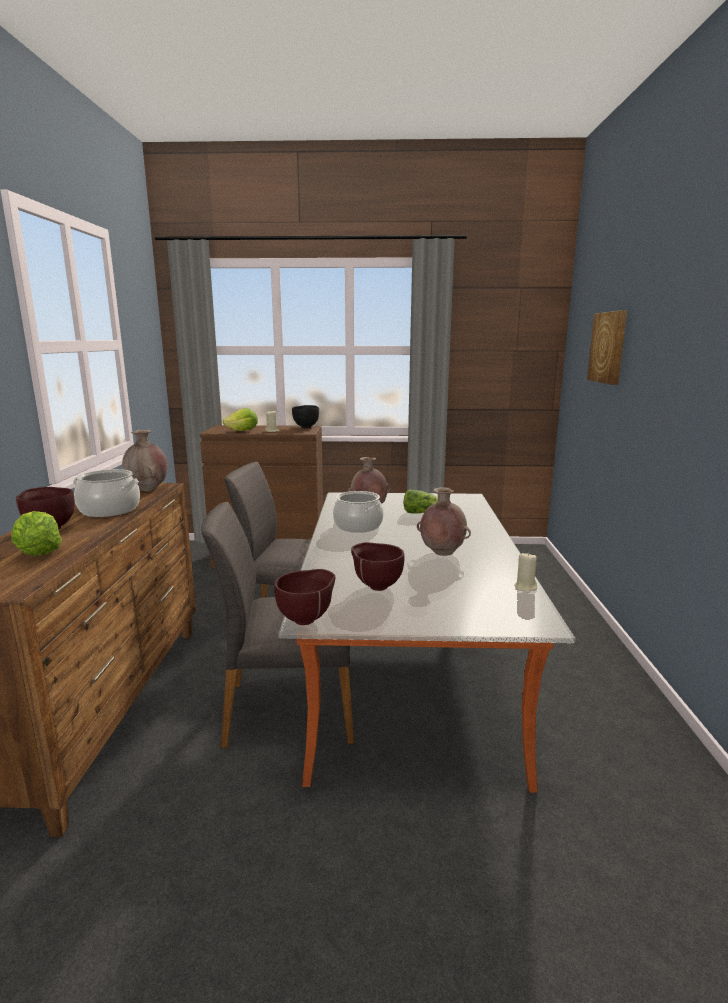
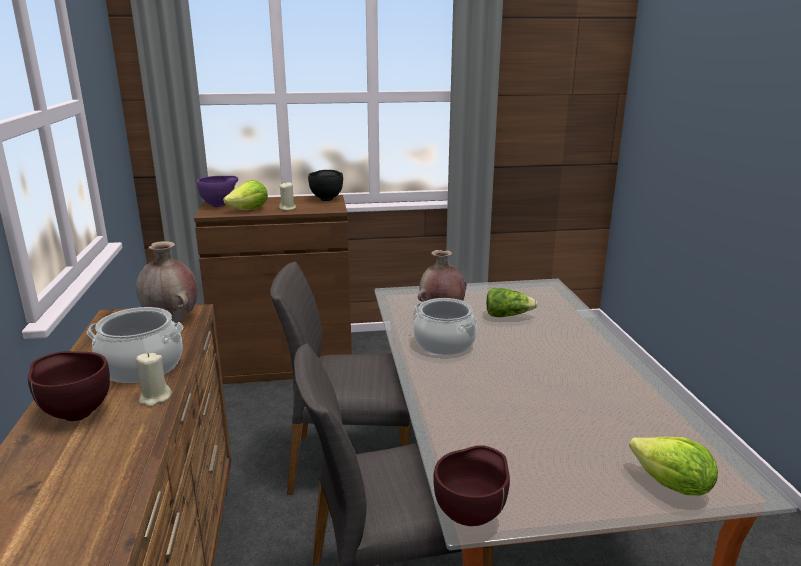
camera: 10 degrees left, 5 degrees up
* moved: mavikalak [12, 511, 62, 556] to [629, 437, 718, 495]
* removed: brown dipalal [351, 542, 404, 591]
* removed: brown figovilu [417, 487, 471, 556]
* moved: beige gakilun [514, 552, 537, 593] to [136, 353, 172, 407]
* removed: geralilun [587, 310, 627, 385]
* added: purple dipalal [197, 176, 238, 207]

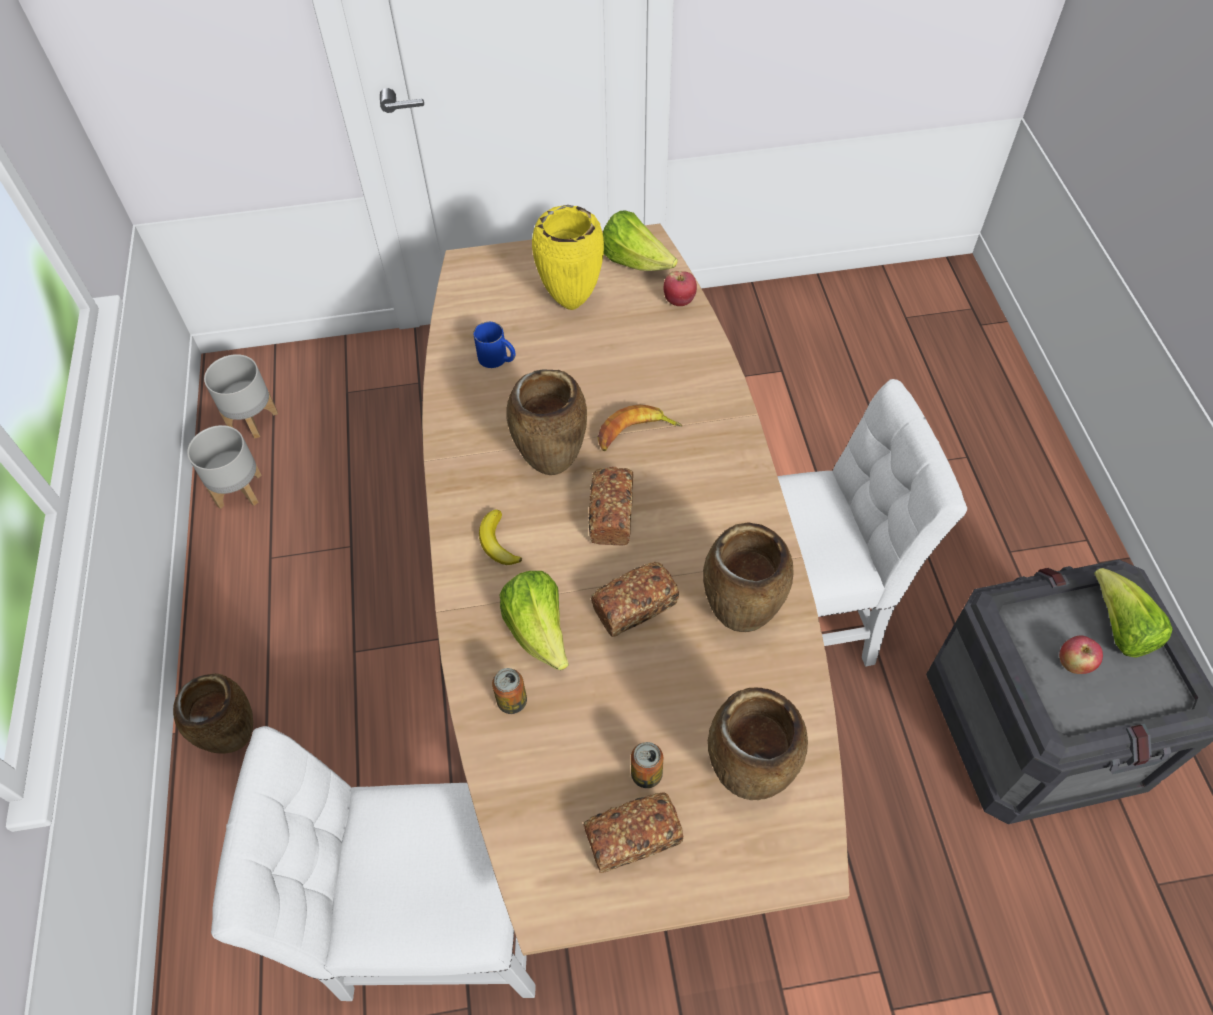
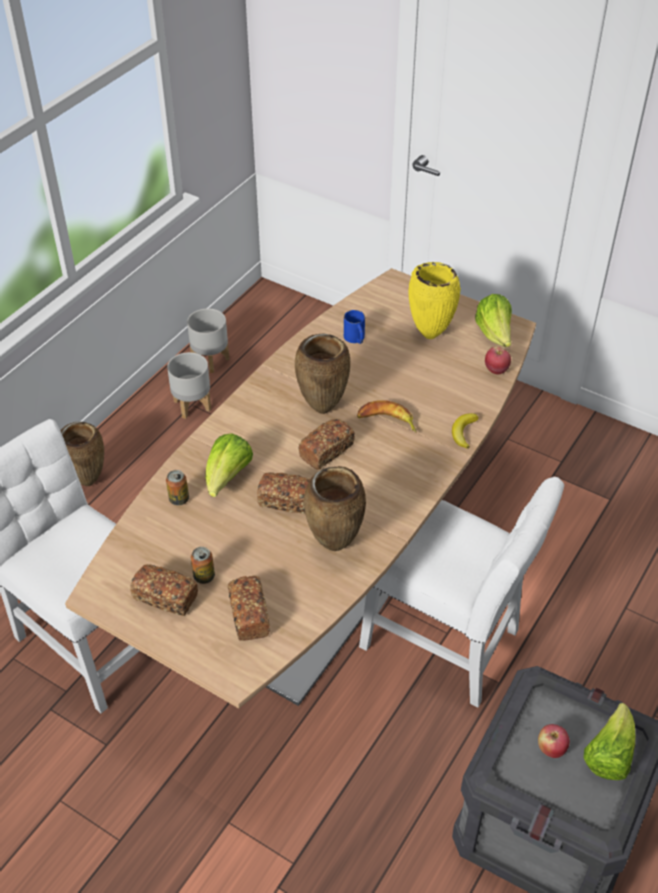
camera: 40 degrees right, 10 degrees down
* moved: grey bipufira [204, 354, 278, 439] to [167, 352, 211, 419]
* moved: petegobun [479, 509, 522, 565] to [452, 413, 479, 449]
* replaced: brown figovilu [708, 687, 808, 800] to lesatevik [228, 575, 270, 641]

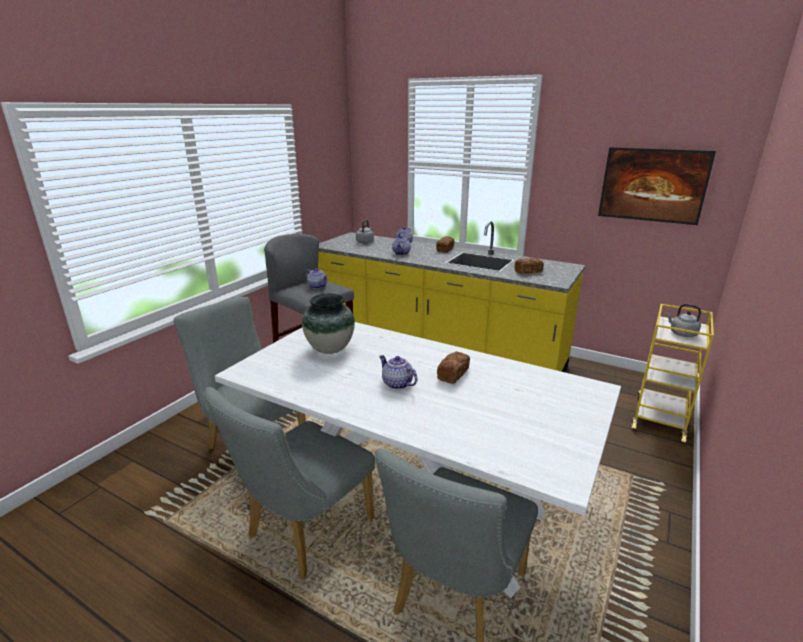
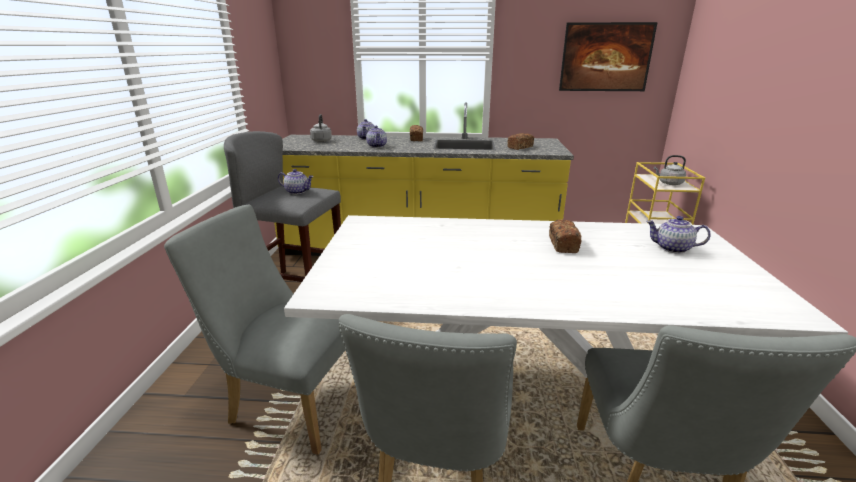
camera: 25 degrees left, 0 degrees up
* removed: figovilu [302, 293, 355, 354]
* moved: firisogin [379, 355, 417, 389] to [646, 216, 711, 254]

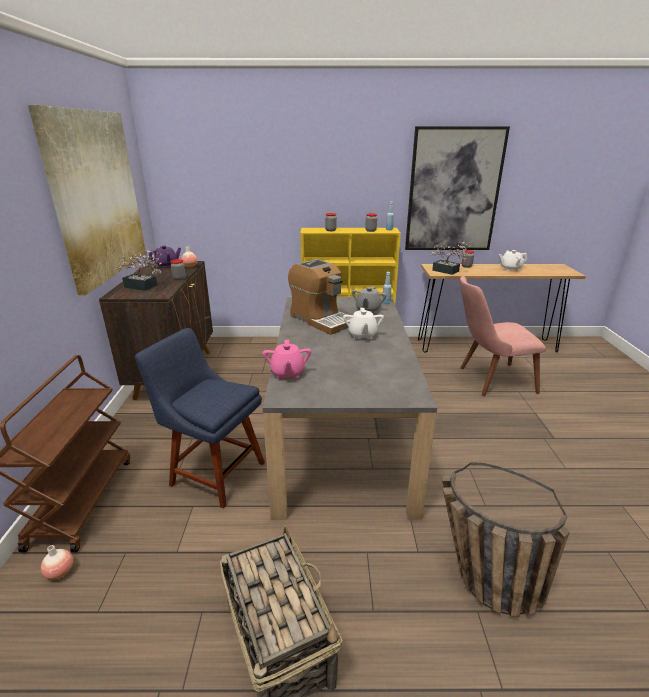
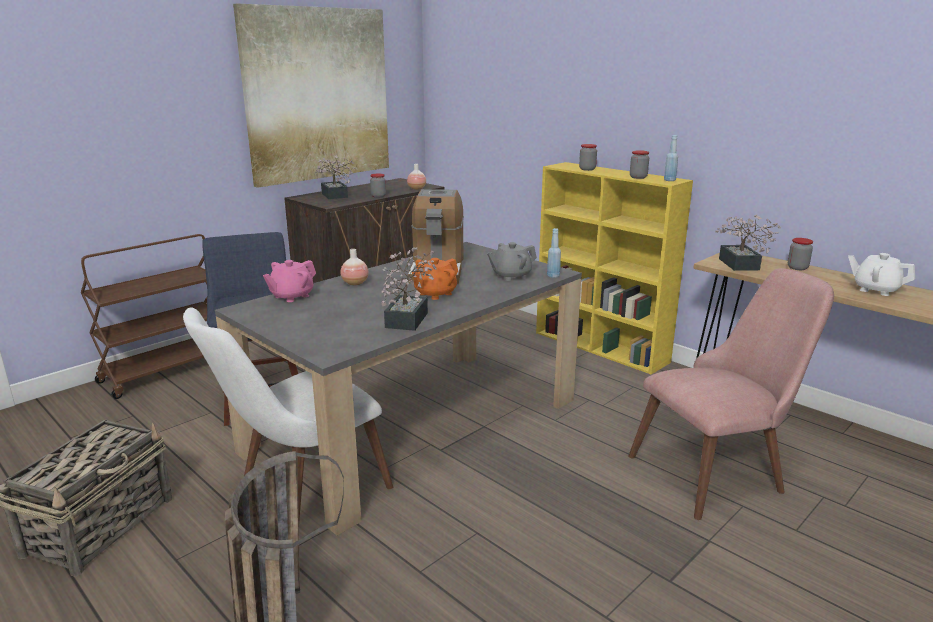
camera: 45 degrees right, 5 degrees down
* moved: figovilu [41, 545, 73, 580] to [341, 249, 369, 286]
* removed: purple firisogin [149, 246, 181, 268]
* recoloured: white firisogin [343, 308, 384, 339] to orange firisogin [412, 258, 458, 300]
* removed: geralilun [405, 126, 510, 250]
* turned: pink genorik [460, 276, 546, 396] = [628, 268, 834, 520] 120 degrees clockwise
* added: white genorik [183, 308, 393, 519]
* added: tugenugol [381, 247, 436, 331]

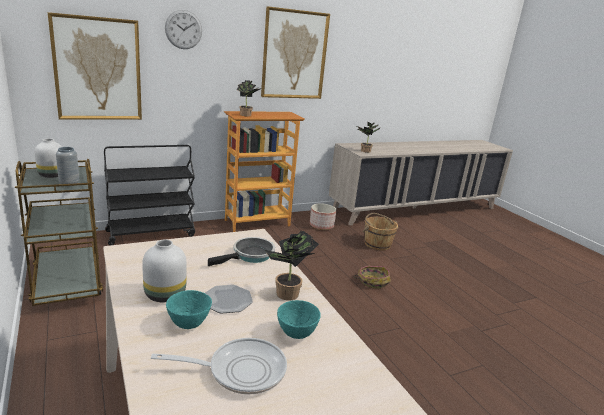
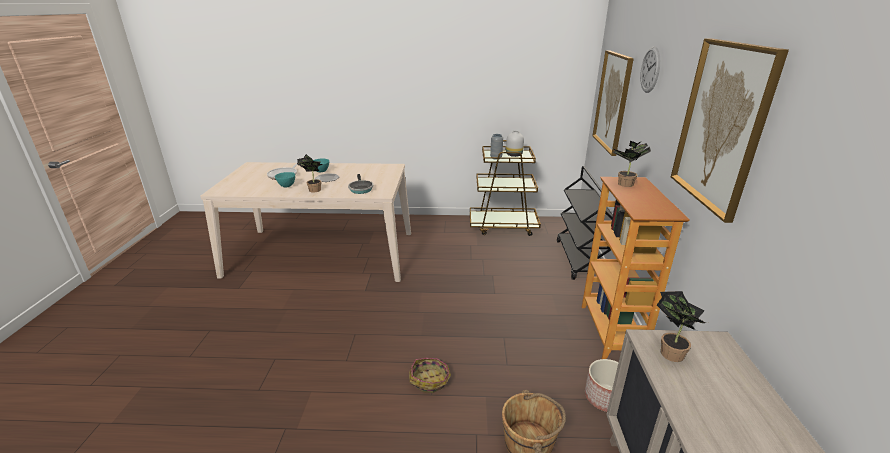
camera: 120 degrees right, 5 degrees up
* removed: white figovilu [142, 239, 187, 302]

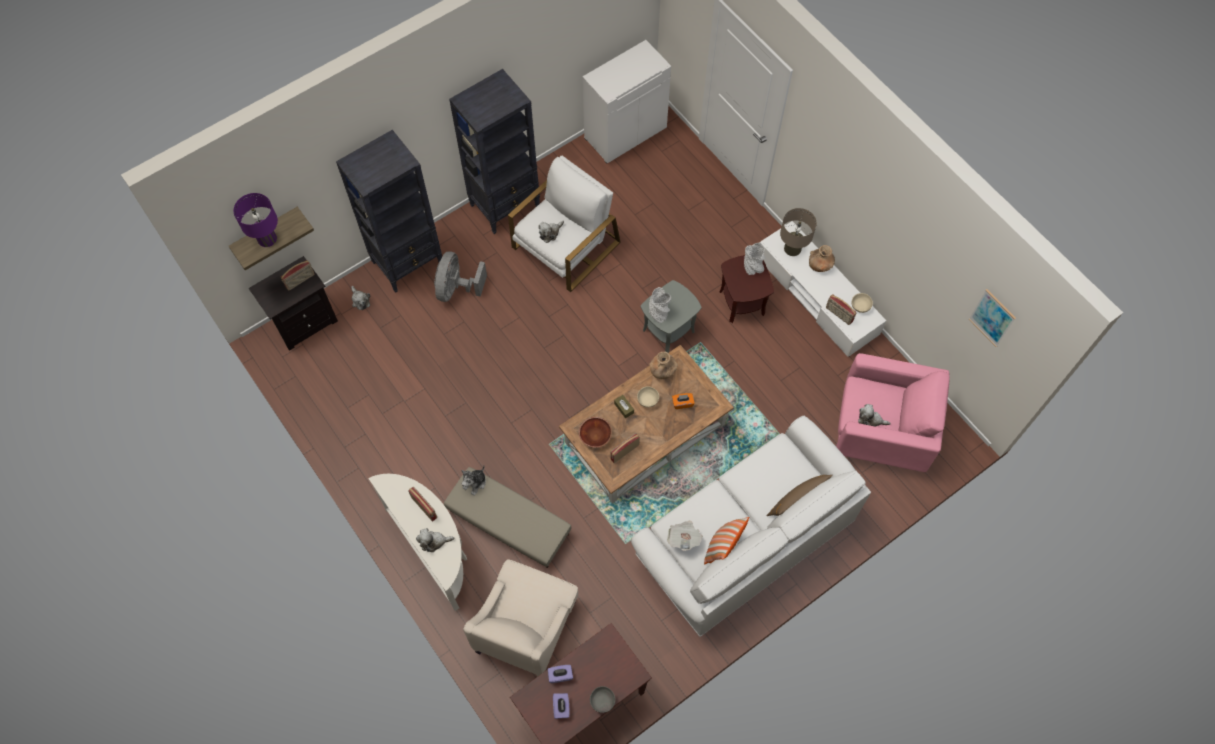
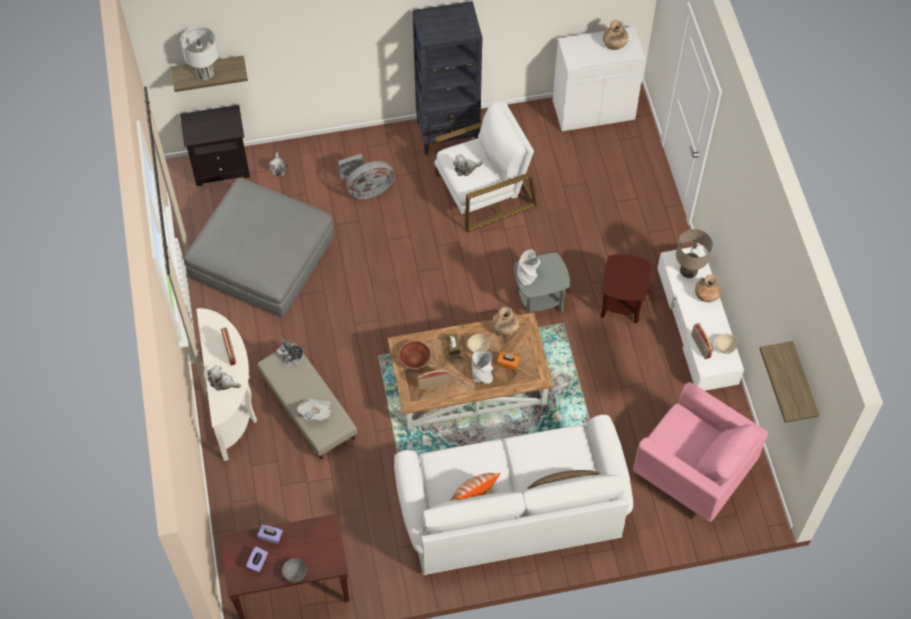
camera: 25 degrees right, 5 degrees down
* recoloured: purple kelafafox [233, 193, 278, 247] to white kelafafox [181, 26, 218, 80]
* removed: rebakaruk [281, 260, 315, 291]
* removed: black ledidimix [336, 130, 442, 293]
* turned: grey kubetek [434, 251, 487, 302] = [338, 154, 394, 199] 150 degrees counterclockwise
* removed: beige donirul [463, 559, 578, 676]
* moved: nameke [667, 520, 703, 551] to [297, 398, 331, 421]
* moved: grey figovilu [744, 243, 766, 275] to [472, 351, 494, 384]
* removed: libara [858, 404, 891, 427]
* replaced: geralilun [969, 289, 1016, 347] to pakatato [760, 341, 819, 423]
* added: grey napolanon [184, 178, 334, 317]
* added: brown figovilu [603, 20, 628, 50]

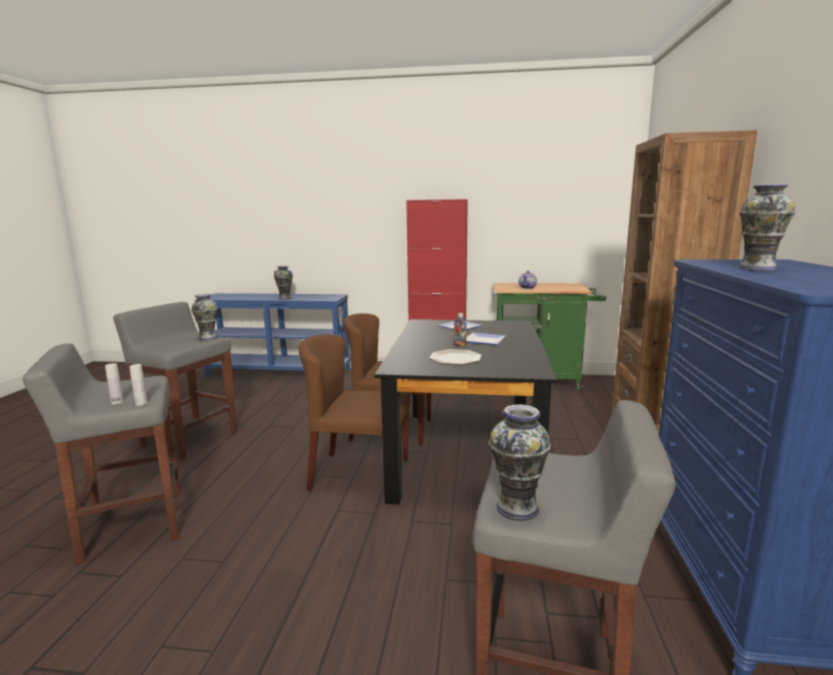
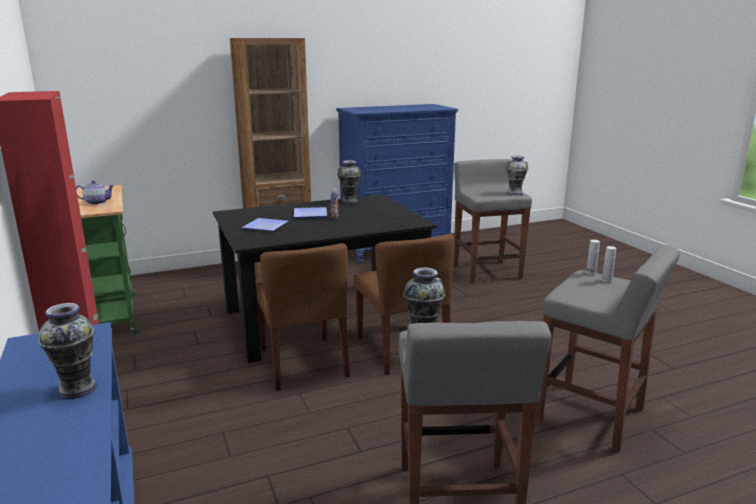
camera: 120 degrees left, 5 degrees up
* removed: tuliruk [429, 349, 482, 365]
* moved: figovilu [739, 184, 795, 271] to [337, 160, 361, 204]

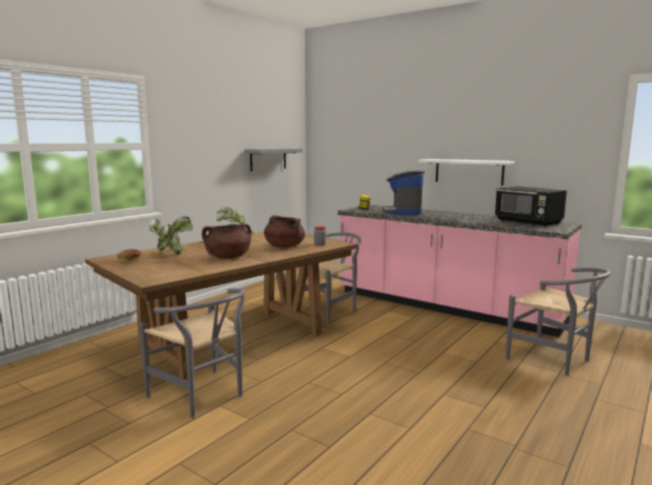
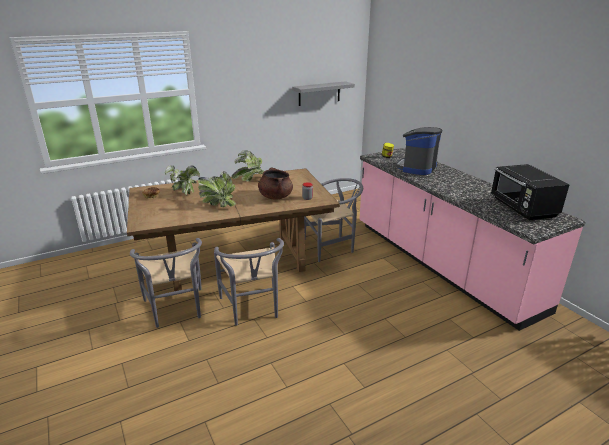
camera: 25 degrees right, 15 degrees up
* replaced: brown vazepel [202, 224, 251, 259] to tugenugol [198, 171, 236, 207]
* removed: white pakatato [418, 159, 514, 185]
* moved: grey genorik [506, 268, 611, 375] to [214, 238, 284, 326]

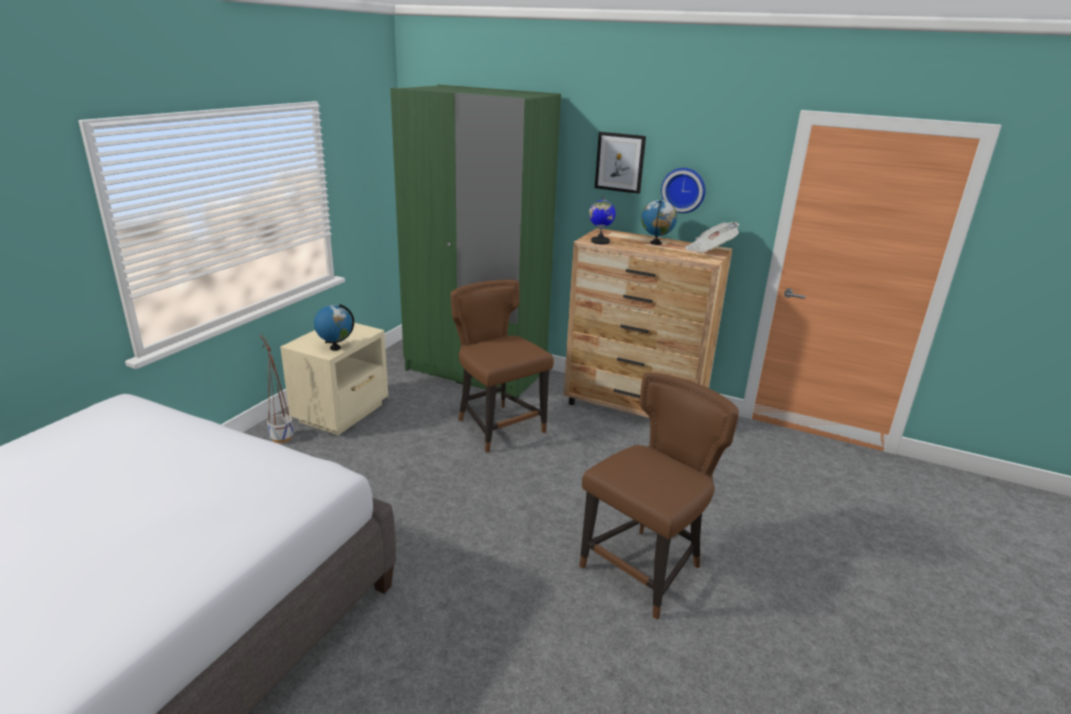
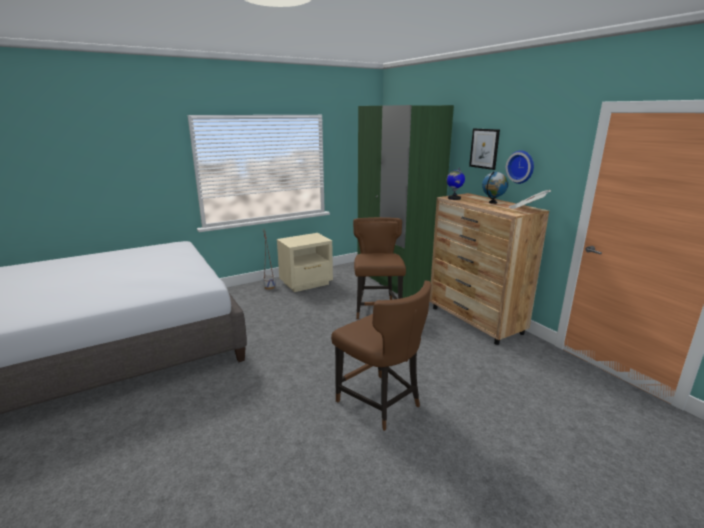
camera: 35 degrees right, 5 degrees down
* removed: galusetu [314, 304, 354, 351]
* turned: brown genorik [579, 373, 739, 619] = [331, 281, 431, 431] 60 degrees clockwise

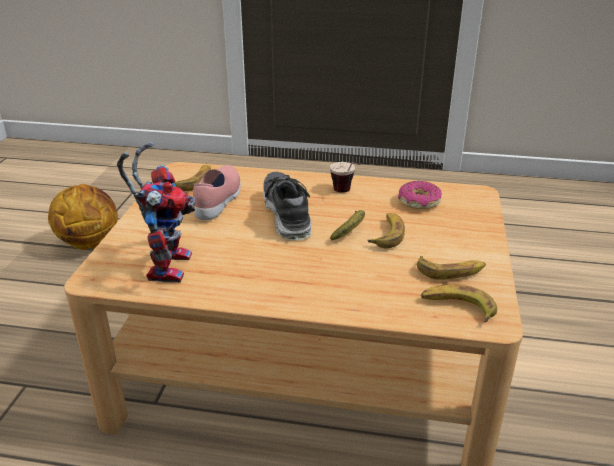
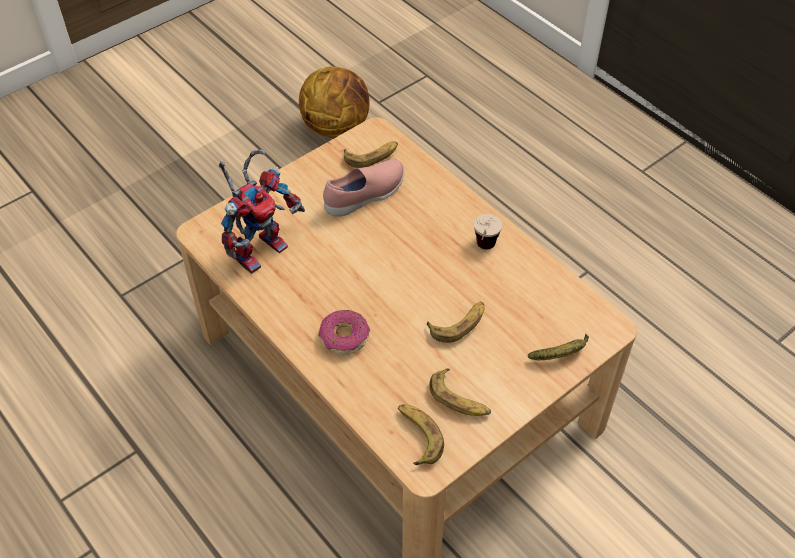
camera: 40 degrees right, 20 degrees up
* removed: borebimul [263, 172, 312, 240]
* moved: petegobun [330, 210, 365, 241] to [528, 334, 589, 360]
* moved: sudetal [398, 181, 442, 209] to [318, 310, 370, 355]

